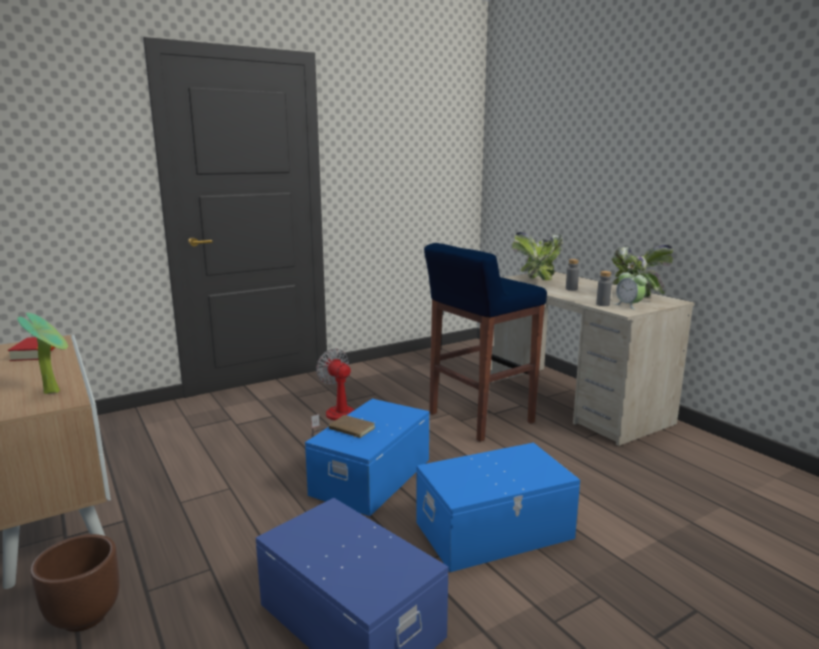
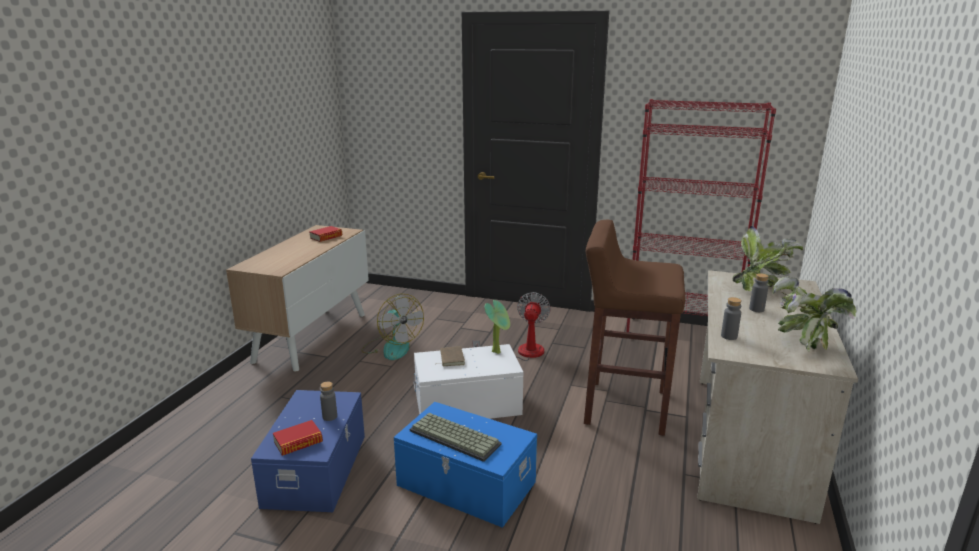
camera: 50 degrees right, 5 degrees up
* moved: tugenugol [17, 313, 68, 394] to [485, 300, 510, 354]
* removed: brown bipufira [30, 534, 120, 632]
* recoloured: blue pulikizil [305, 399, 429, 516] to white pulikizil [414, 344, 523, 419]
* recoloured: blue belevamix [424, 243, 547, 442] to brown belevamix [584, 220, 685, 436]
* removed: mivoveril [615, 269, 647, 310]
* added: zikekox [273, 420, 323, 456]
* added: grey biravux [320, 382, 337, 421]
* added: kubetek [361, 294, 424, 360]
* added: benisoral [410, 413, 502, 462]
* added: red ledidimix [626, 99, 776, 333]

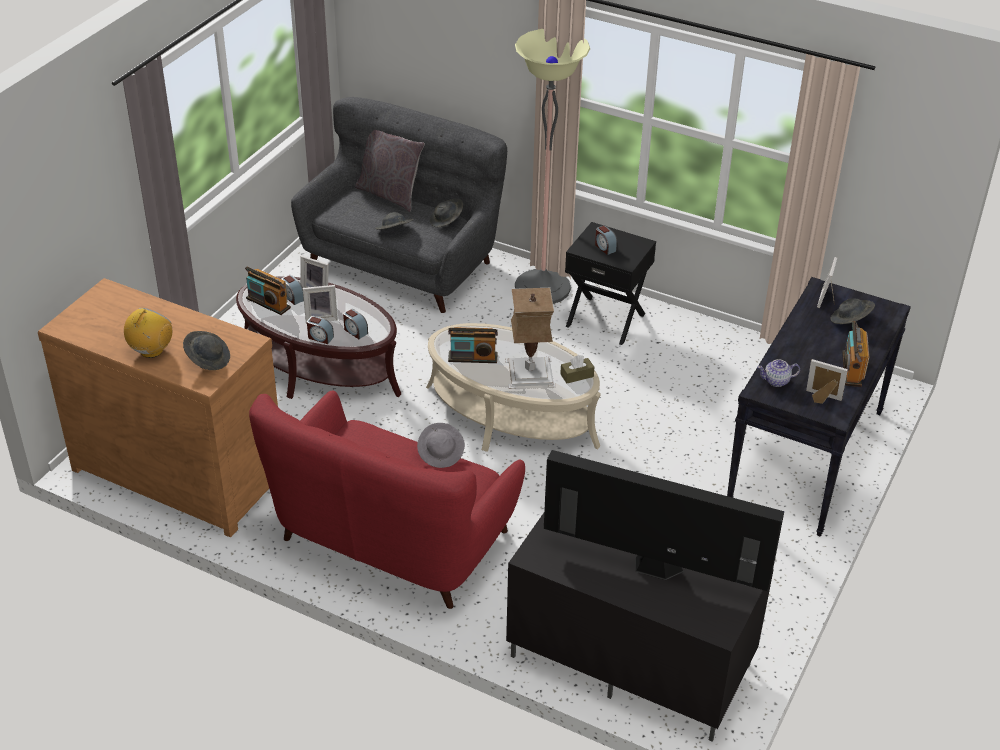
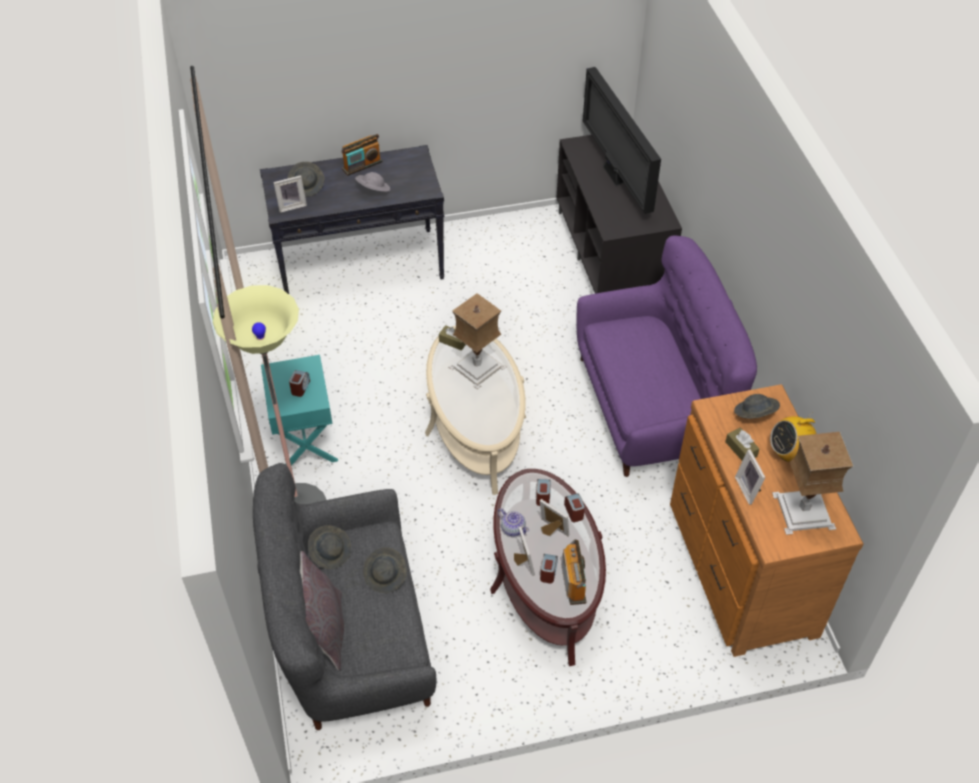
camera: 130 degrees left, 10 degrees up
* recoloured: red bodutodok [249, 390, 525, 609] to purple bodutodok [577, 236, 757, 477]
* moved: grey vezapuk [417, 423, 465, 468] to [355, 172, 390, 192]
* removed: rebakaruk [448, 327, 498, 363]
* recoloured: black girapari [565, 222, 656, 345] to turquoise girapari [261, 355, 338, 466]
* moved: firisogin [757, 359, 800, 387] to [498, 509, 529, 537]
* moved: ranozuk [806, 359, 848, 404] to [735, 449, 765, 505]
* added: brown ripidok [725, 428, 760, 461]
* added: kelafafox [772, 432, 853, 535]

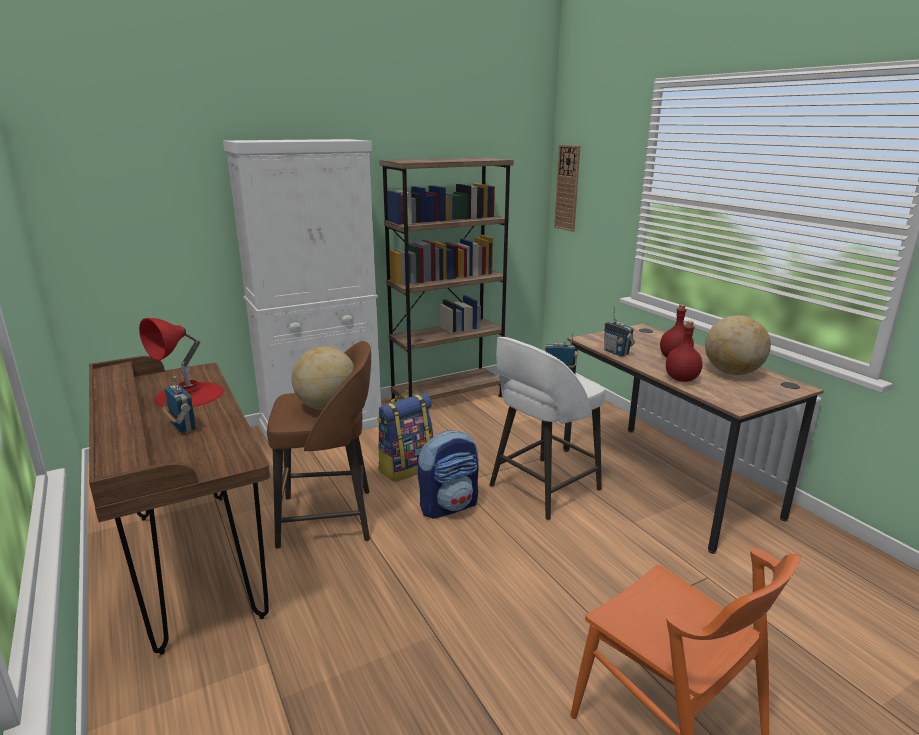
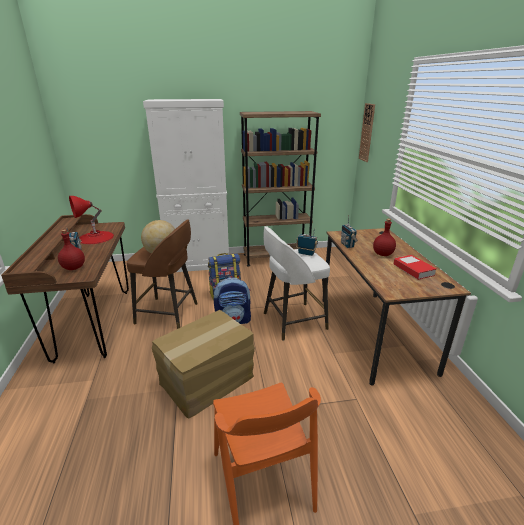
camera: 20 degrees right, 5 degrees up
* moved: red biravux [666, 321, 702, 382] to [58, 230, 85, 270]
* replaced: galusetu [705, 315, 771, 375] to zikekox [394, 255, 436, 280]
* added: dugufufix [152, 310, 255, 419]

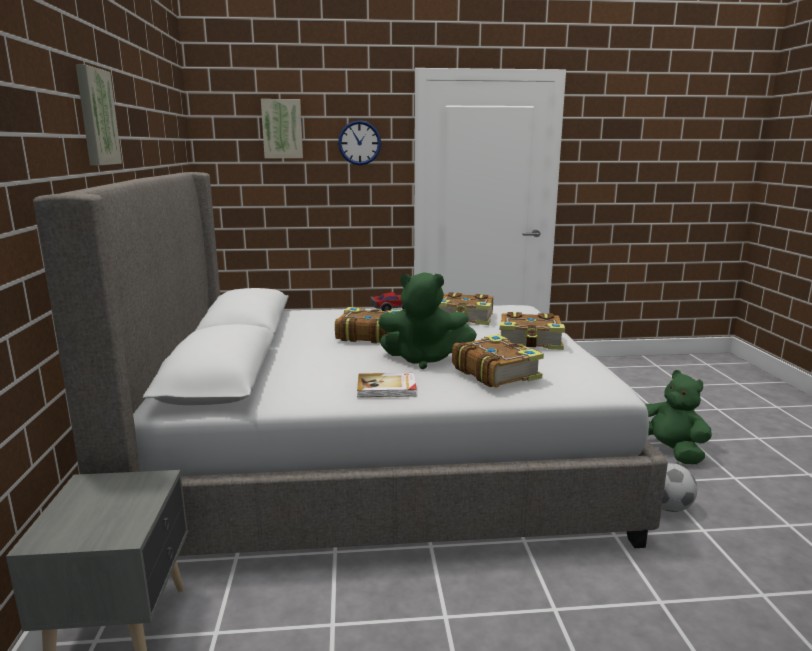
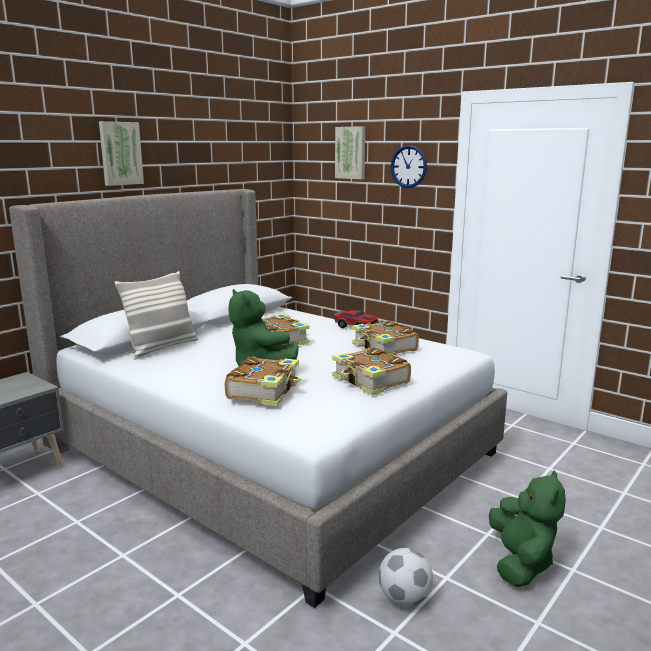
camera: 45 degrees right, 0 degrees up
* removed: zikekox [357, 373, 416, 397]
* added: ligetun [114, 271, 198, 360]

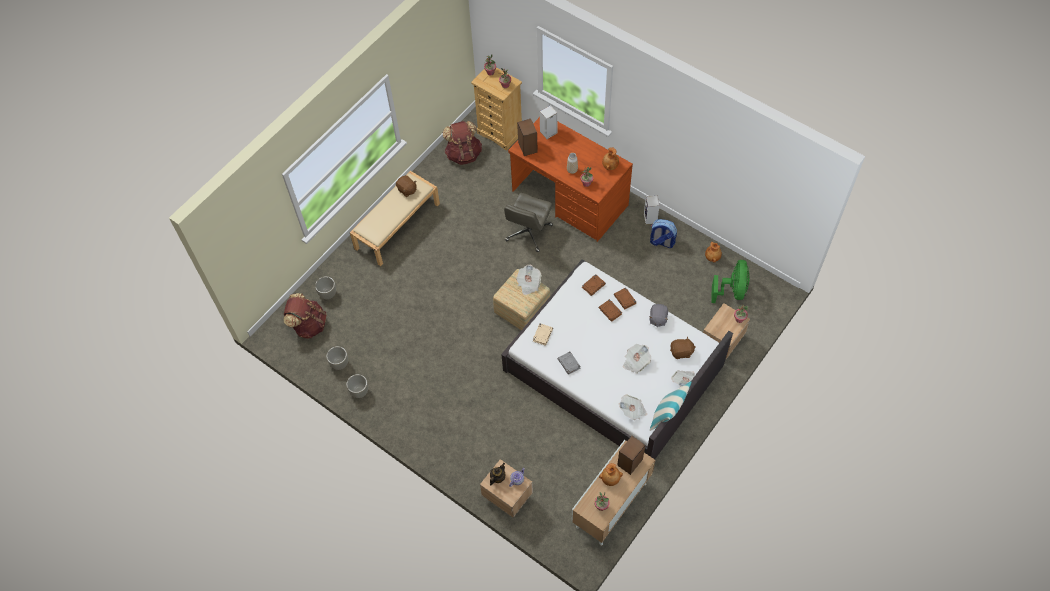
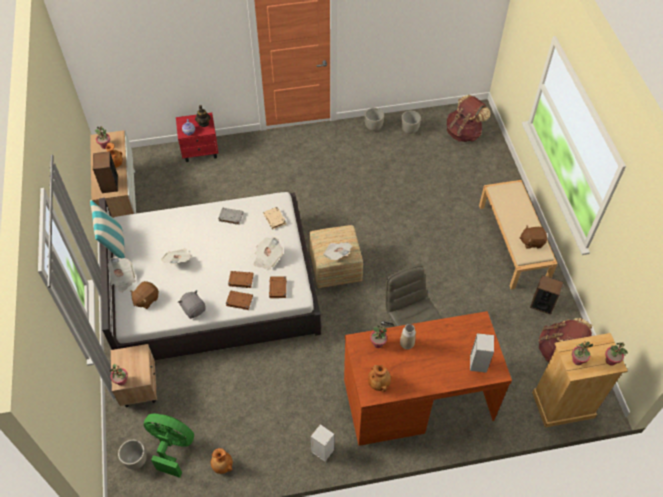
camera: 130 degrees right, 5 degrees down
* moved: grey bipufira [315, 276, 336, 299] to [118, 439, 147, 470]
* recoloured: beige girapari [480, 459, 533, 518] to red girapari [176, 113, 219, 162]
* moved: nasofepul [517, 119, 538, 156] to [530, 275, 563, 315]
* moved: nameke [619, 395, 647, 420] to [254, 237, 283, 270]
* removed: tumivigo [650, 219, 677, 248]
* turned: green kubetek [711, 260, 750, 303] = [144, 414, 194, 478] 150 degrees clockwise

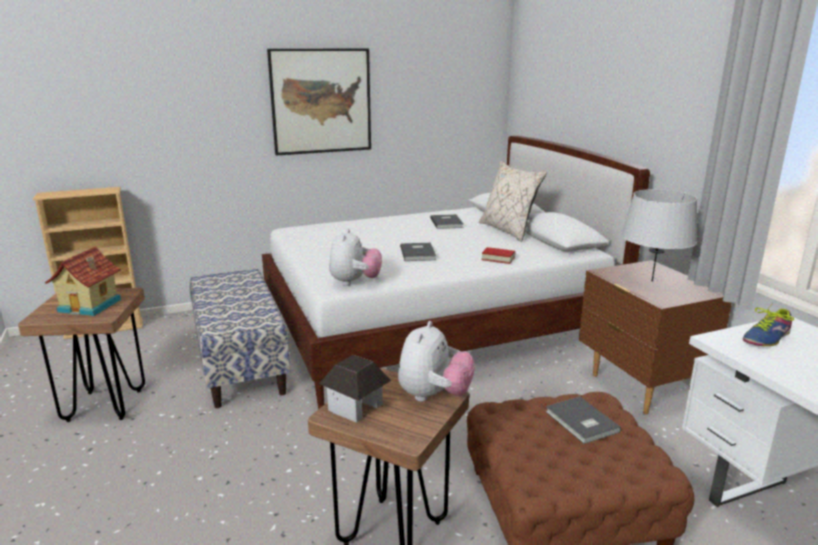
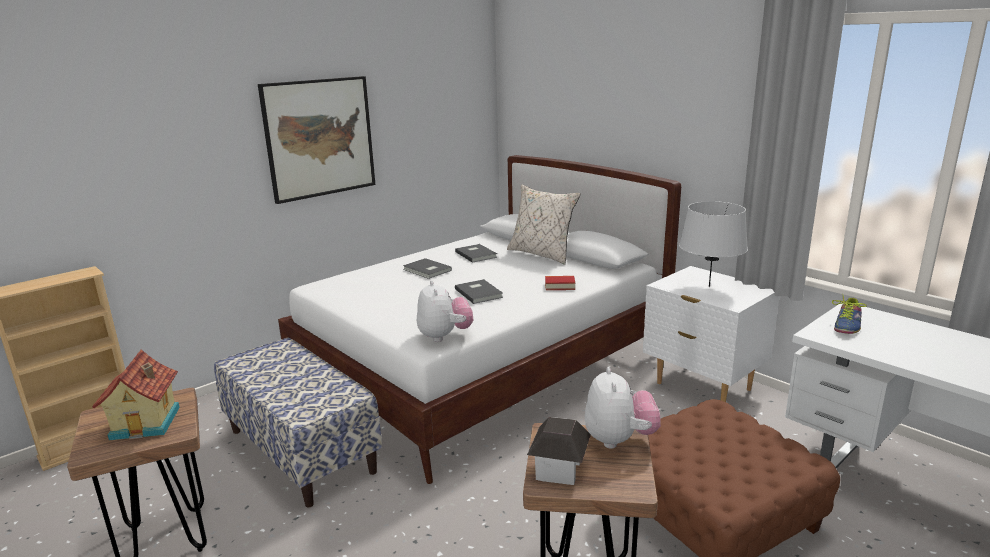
camera: 20 degrees left, 0 degrees up
* moved: grey zikekox [545, 397, 621, 444] to [403, 258, 452, 279]
* recoloured: brown girapari [579, 260, 732, 415] to white girapari [643, 266, 780, 402]

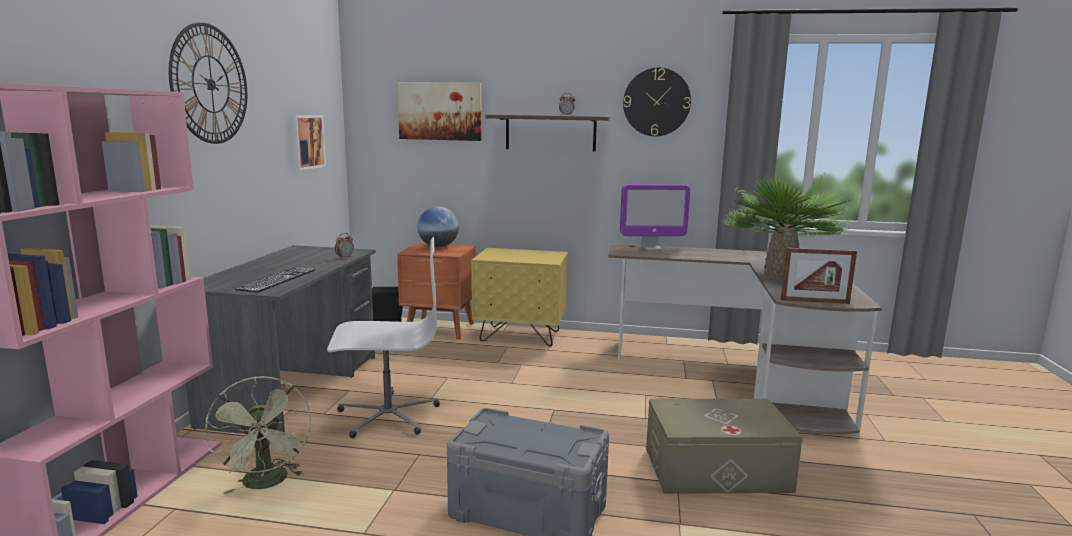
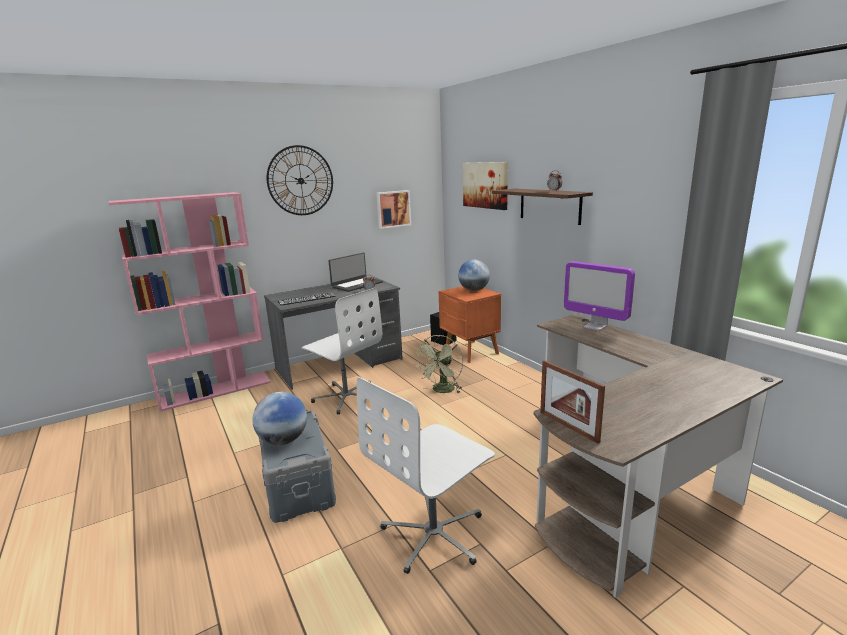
camera: 50 degrees right, 5 degrees up
* moved: green kubetek [205, 376, 311, 494] to [415, 335, 463, 393]
* removed: yellow girapari [471, 248, 568, 347]
* removed: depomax [623, 68, 691, 136]
* replaced: beige pulikizil [646, 398, 803, 494] to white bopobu [356, 377, 495, 574]
* removed: tugenugol [722, 174, 854, 279]
* added: galusetu [252, 392, 307, 445]
* added: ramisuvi [328, 253, 383, 292]

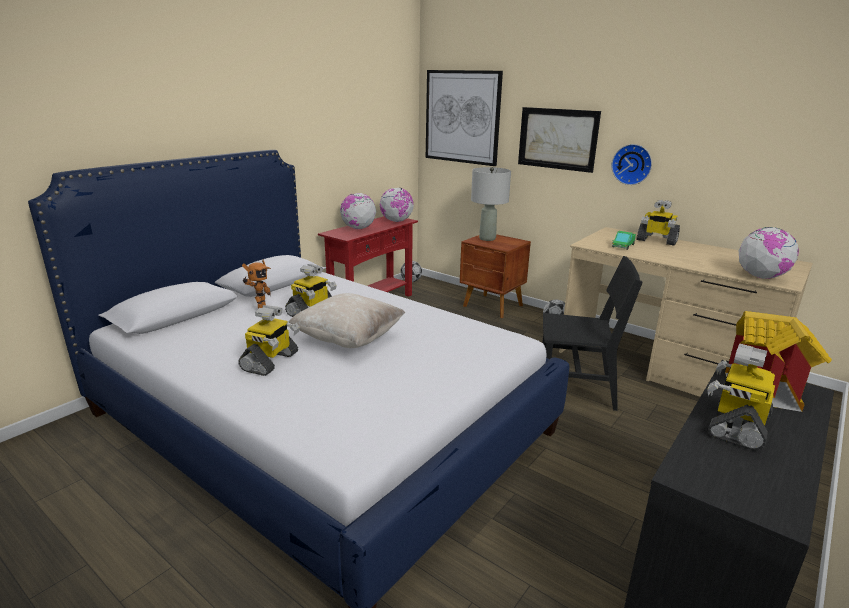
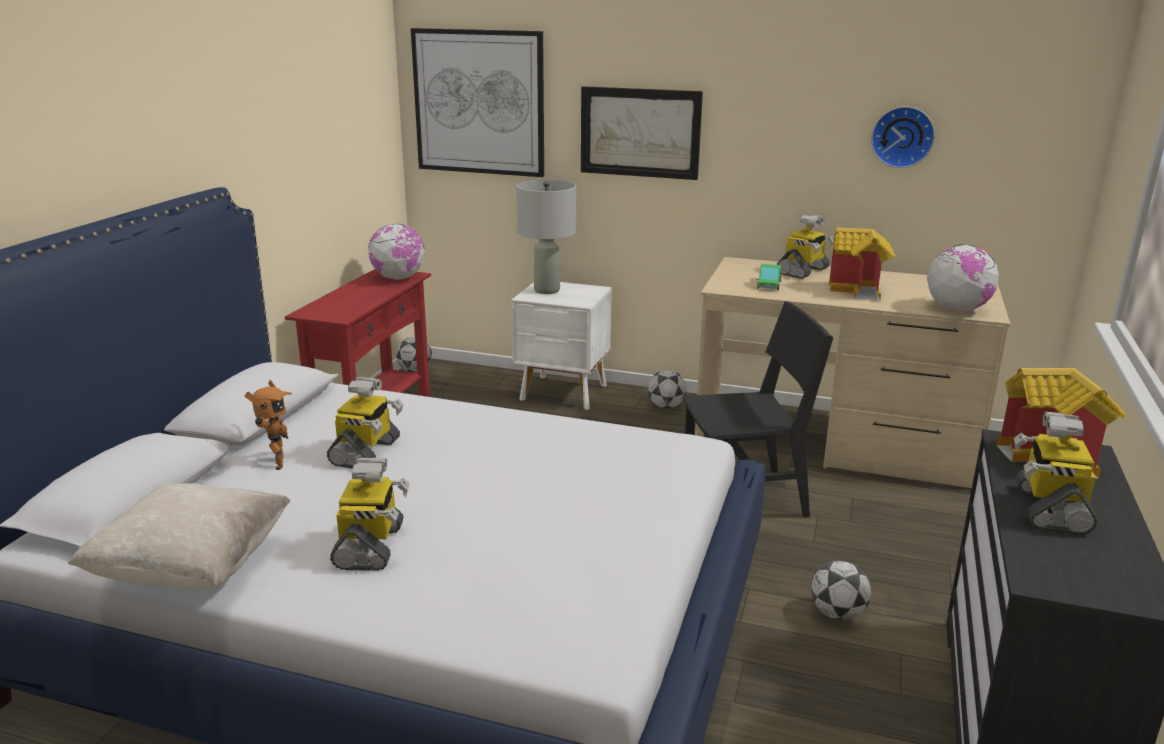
camera: 20 degrees left, 0 degrees up
* moved: beige ligetun [289, 293, 405, 348] to [68, 483, 291, 590]
* removed: galusetu [340, 193, 376, 229]
* recoloured: brown girapari [460, 234, 531, 318] to white girapari [511, 282, 612, 410]
* moved: depomax [611, 144, 652, 185] to [871, 106, 935, 168]
* turned: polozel [636, 200, 680, 246] = [777, 214, 834, 279] 60 degrees counterclockwise
* added: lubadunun [811, 561, 871, 620]
* added: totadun [829, 227, 895, 301]

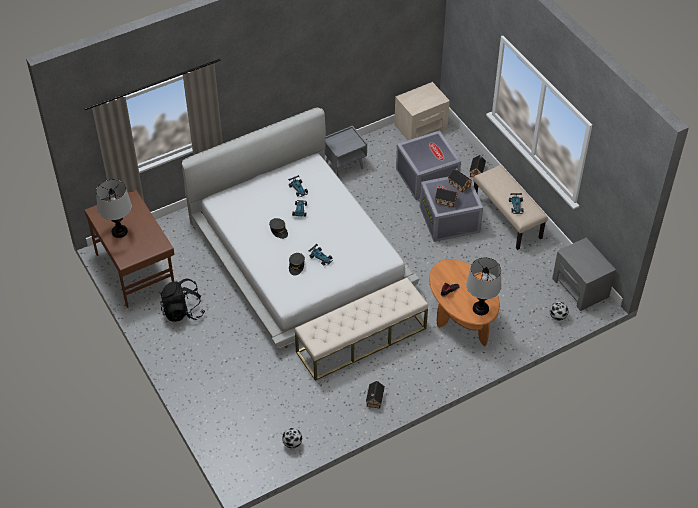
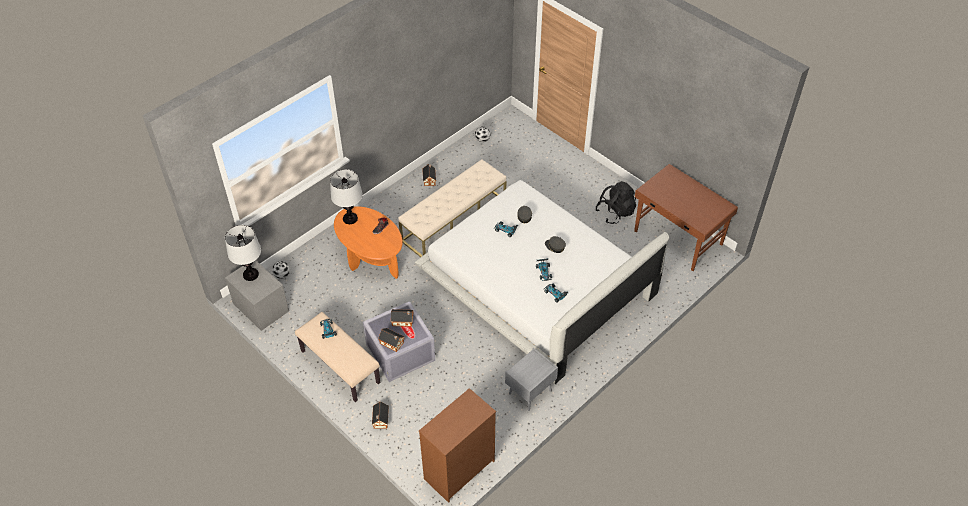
camera: 165 degrees right, 0 degrees up
* moved: kelafafox [96, 179, 132, 238] to [225, 225, 261, 281]
* replaced: beige girapari [394, 82, 450, 140] to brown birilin [419, 388, 496, 503]
* removed: grey pulikizil [396, 130, 461, 200]

